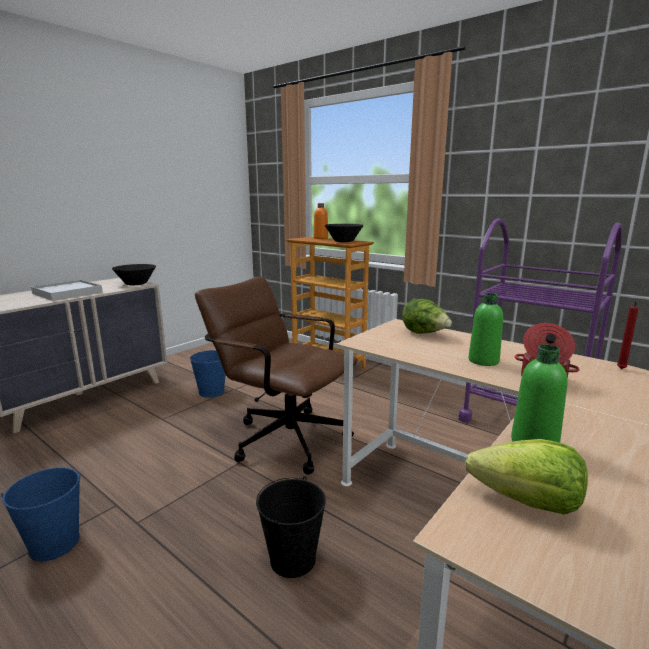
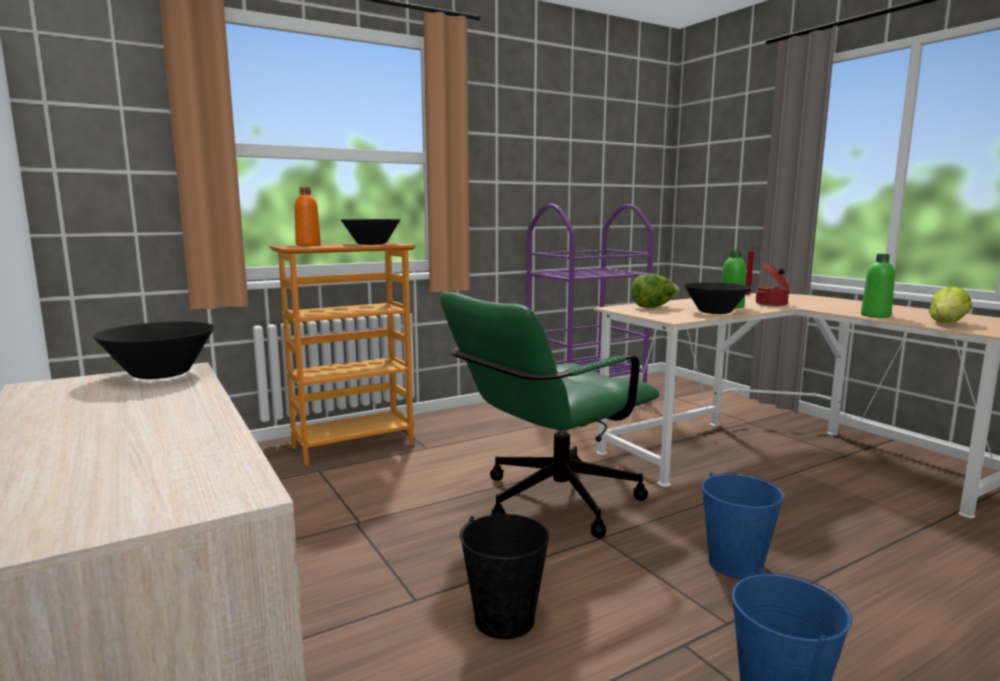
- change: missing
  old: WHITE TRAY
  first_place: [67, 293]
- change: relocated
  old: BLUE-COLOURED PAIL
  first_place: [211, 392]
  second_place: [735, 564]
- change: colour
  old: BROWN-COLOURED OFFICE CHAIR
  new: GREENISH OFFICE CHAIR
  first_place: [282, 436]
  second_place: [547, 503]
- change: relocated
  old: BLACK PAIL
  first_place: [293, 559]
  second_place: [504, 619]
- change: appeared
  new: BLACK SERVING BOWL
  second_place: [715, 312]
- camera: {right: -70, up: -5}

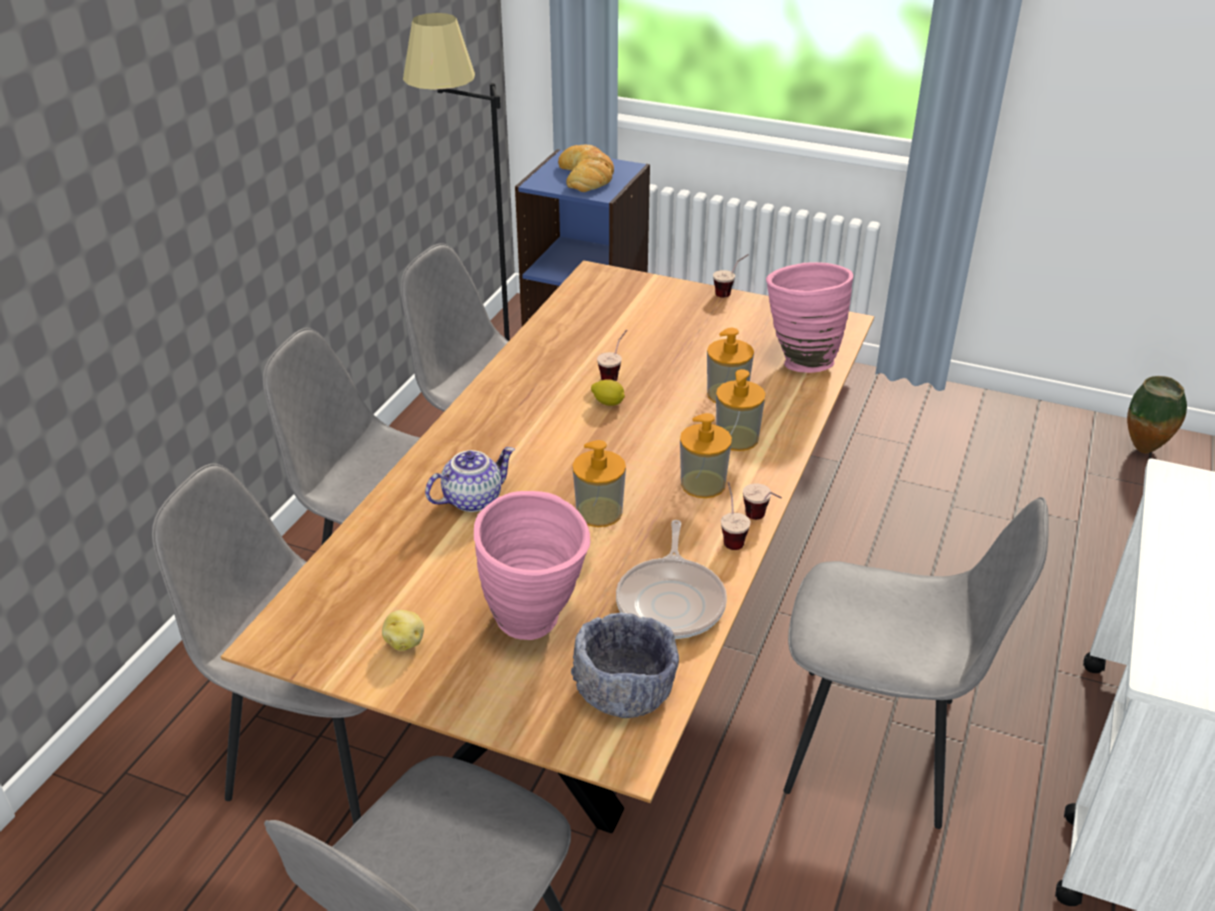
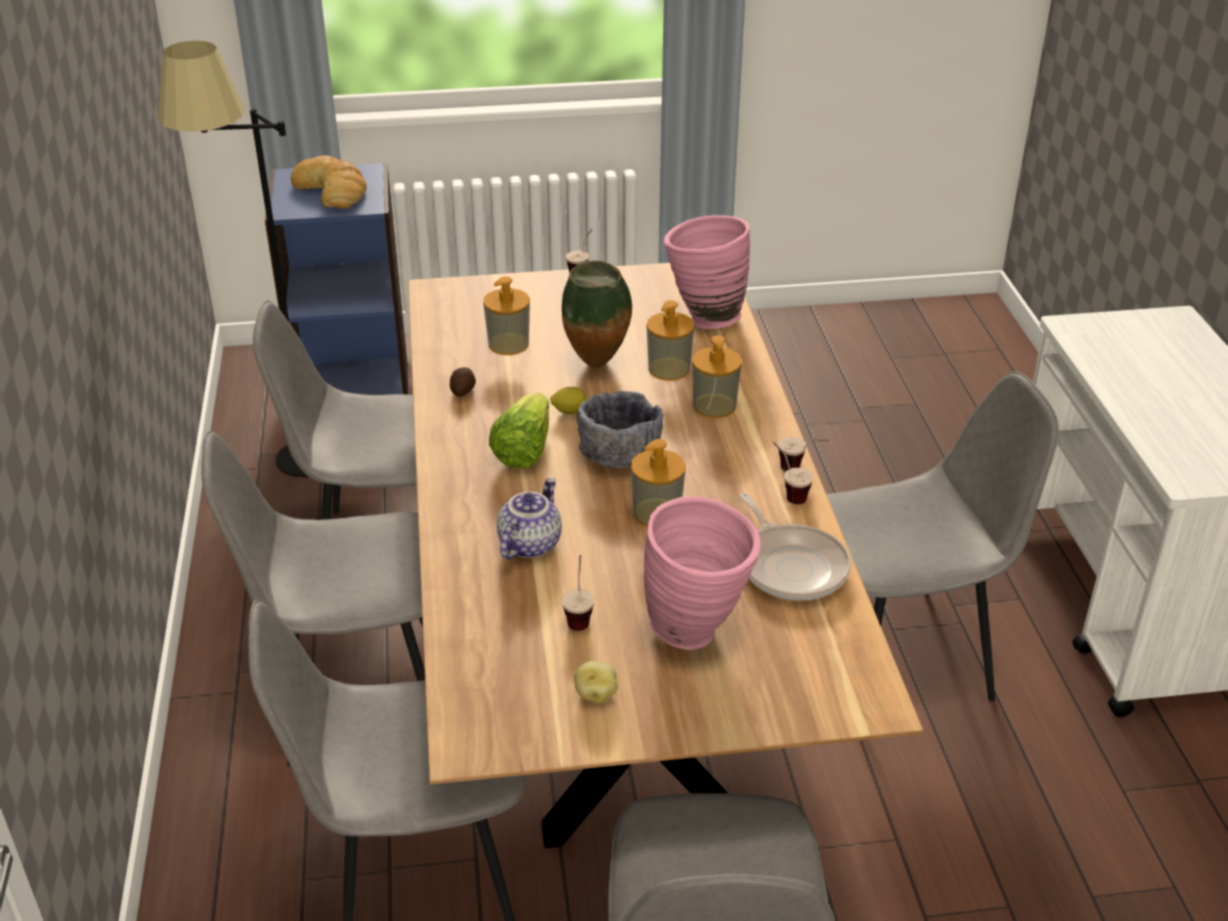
- change: relocated
  old: GREYISH SERVING BOWL
  first_place: [624, 689]
  second_place: [619, 453]
- change: relocated
  old: DRINKING CUP
  first_place: [614, 374]
  second_place: [579, 614]
- change: relocated
  old: LIQUID SOAP BOTTLE
  first_place: [703, 484]
  second_place: [508, 344]
- change: relocated
  old: VASE
  first_place: [1144, 451]
  second_place: [598, 365]
- change: appeared
  new: WHOLE POTATO
  second_place: [463, 390]
- change: appeared
  new: LETTUCE
  second_place: [524, 450]
- camera: {right: -30, up: 0}

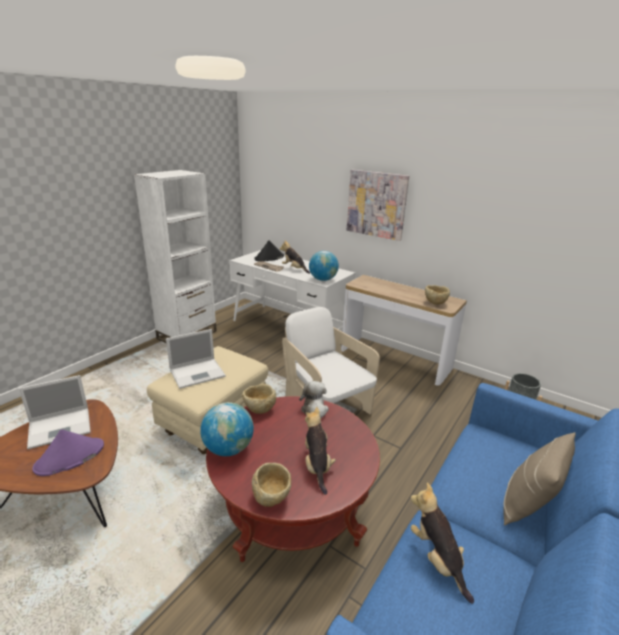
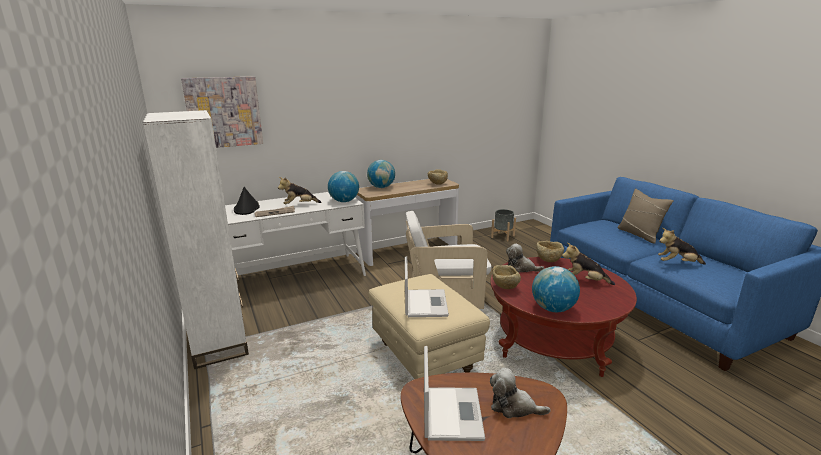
- change: exchanged
  old: PURPLE-COLOURED HAT
  new: PLUSH TOY
  first_place: [69, 457]
  second_place: [514, 407]
- change: relocated
  old: SAND-COLOURED SERVING BOWL
  first_place: [272, 498]
  second_place: [548, 260]
- change: relocated
  old: WALL PICTURE
  first_place: [376, 204]
  second_place: [224, 112]
- change: appeared
  new: WORLD GLOBE
  second_place: [381, 187]
- camera: {right: -60, up: -5}

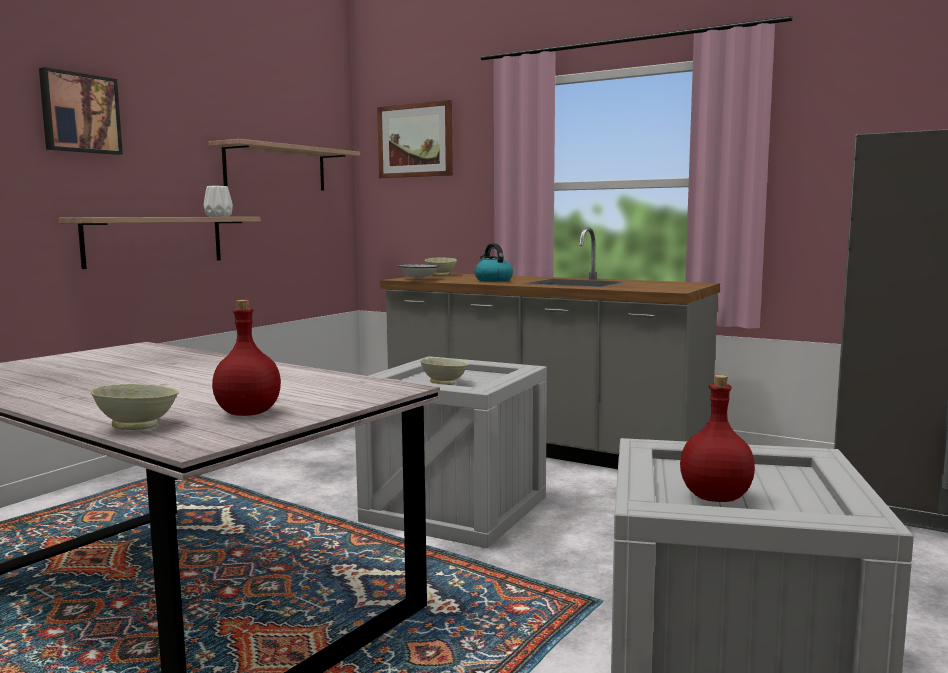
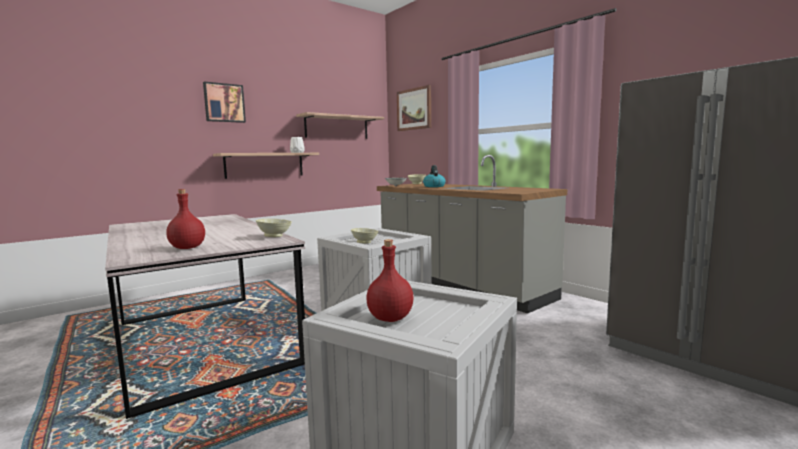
- change: relocated
  old: SAND-COLOURED SERVING BOWL
  first_place: [139, 426]
  second_place: [275, 236]
- camera: {right: 20, up: 0}

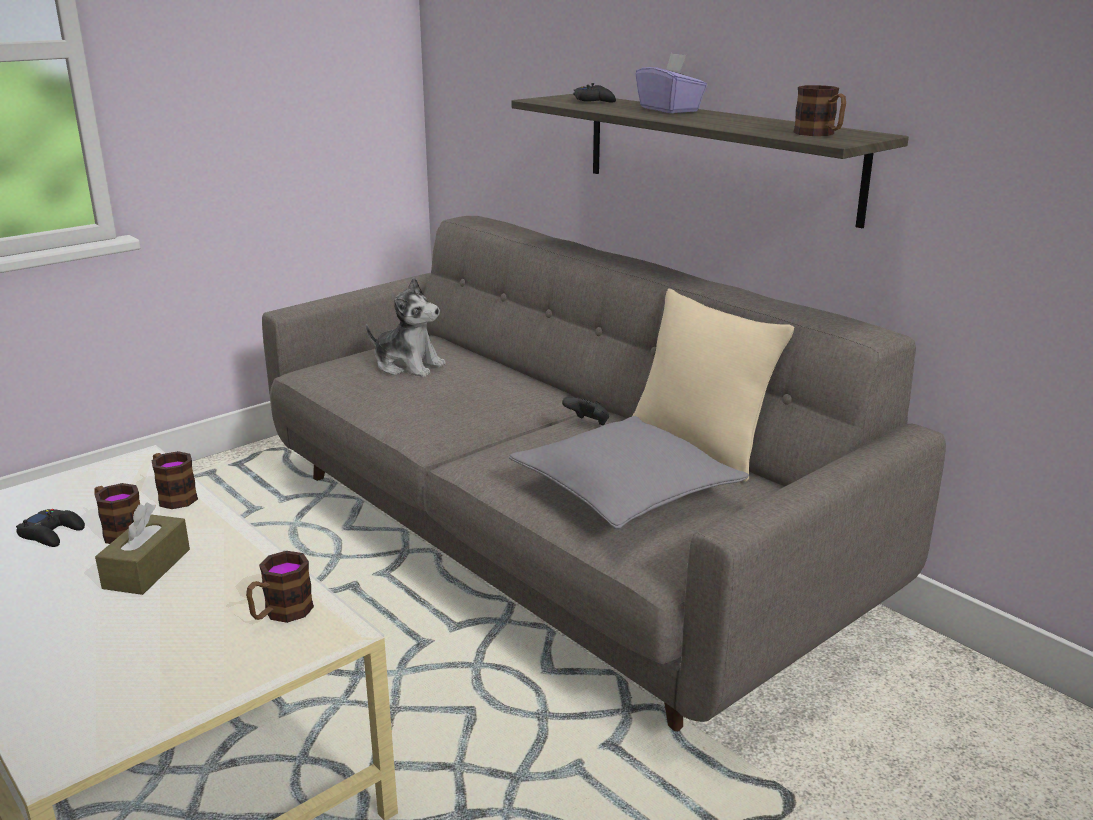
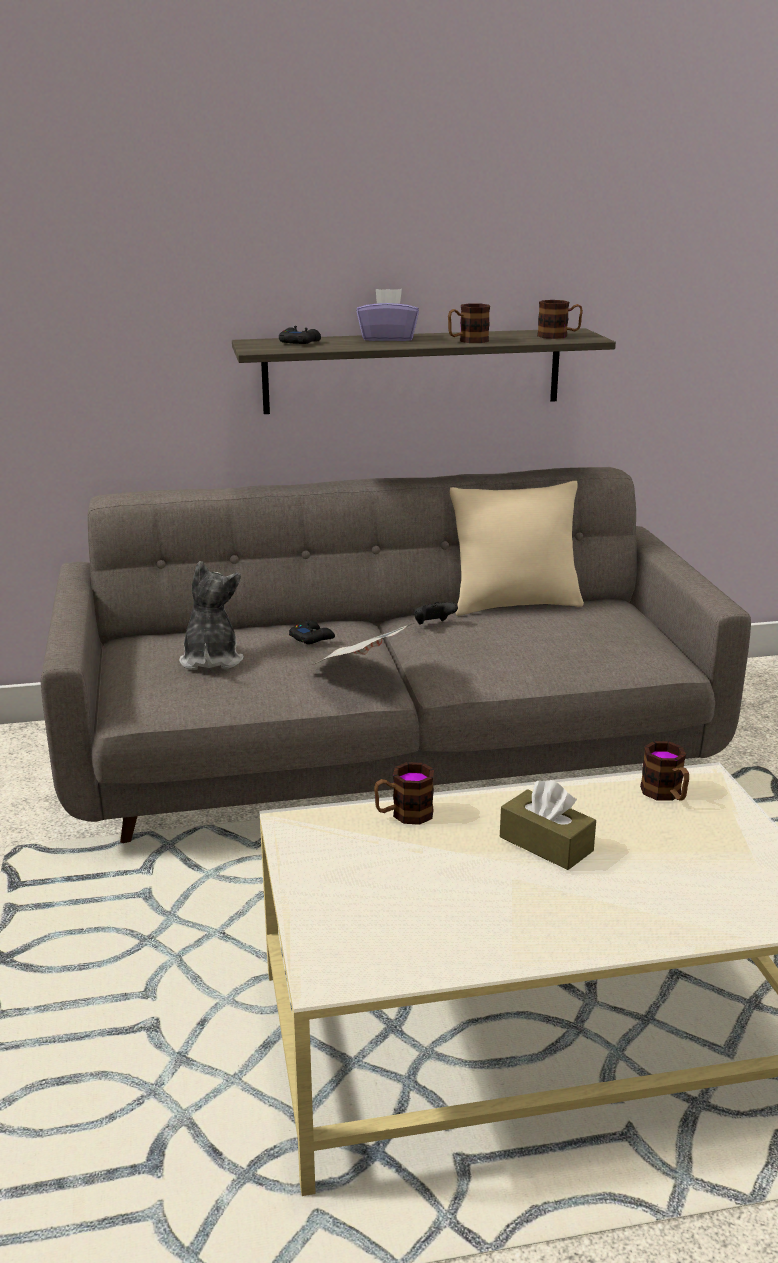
- change: relocated
  old: BLACK GAMEPAD
  first_place: [52, 534]
  second_place: [312, 638]
- change: relocated
  old: TEA MUG
  first_place: [119, 531]
  second_place: [468, 341]
- change: spun
  old: PLUSH TOY
  first_place: [408, 366]
  second_place: [211, 659]
  degrees: -60
- change: missing
  old: GREYISH PILLOW
  first_place: [625, 490]
- change: appeared
  new: NEWSPAPER
  second_place: [359, 672]
- camera: {right: -60, up: 0}

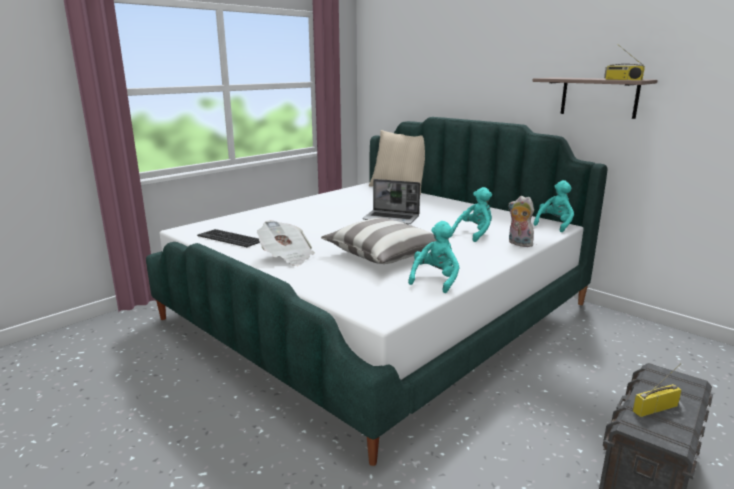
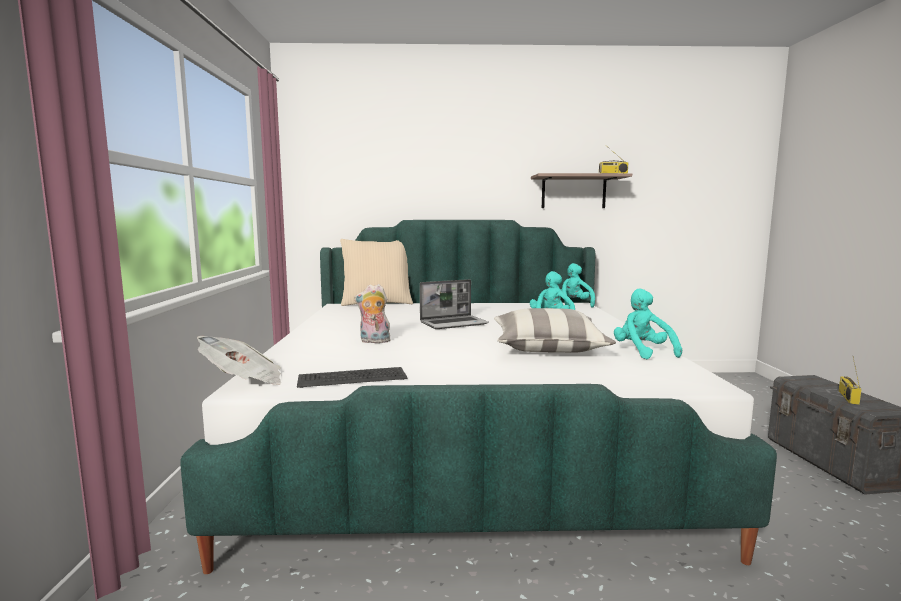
- change: relocated
  old: NEWSPAPER
  first_place: [286, 257]
  second_place: [244, 381]
- change: relocated
  old: PLUSH TOY
  first_place: [518, 244]
  second_place: [374, 341]
- camera: {right: -45, up: -10}

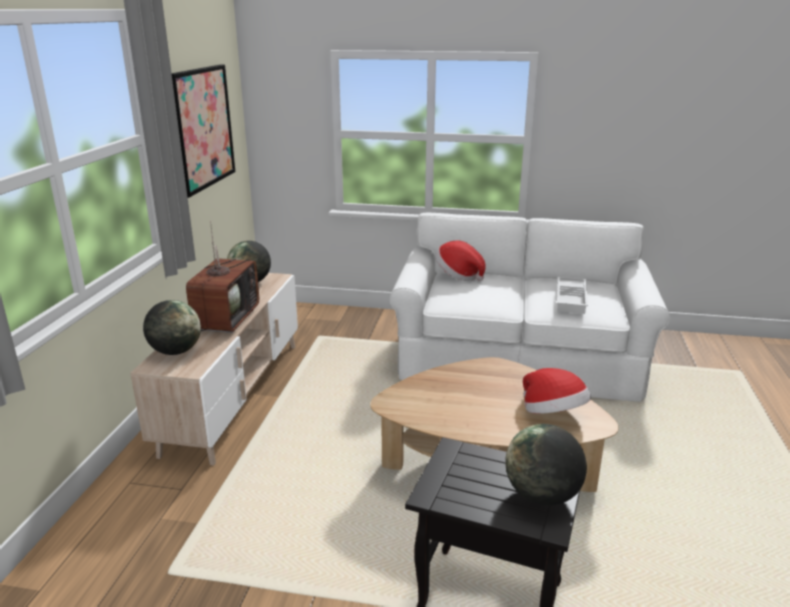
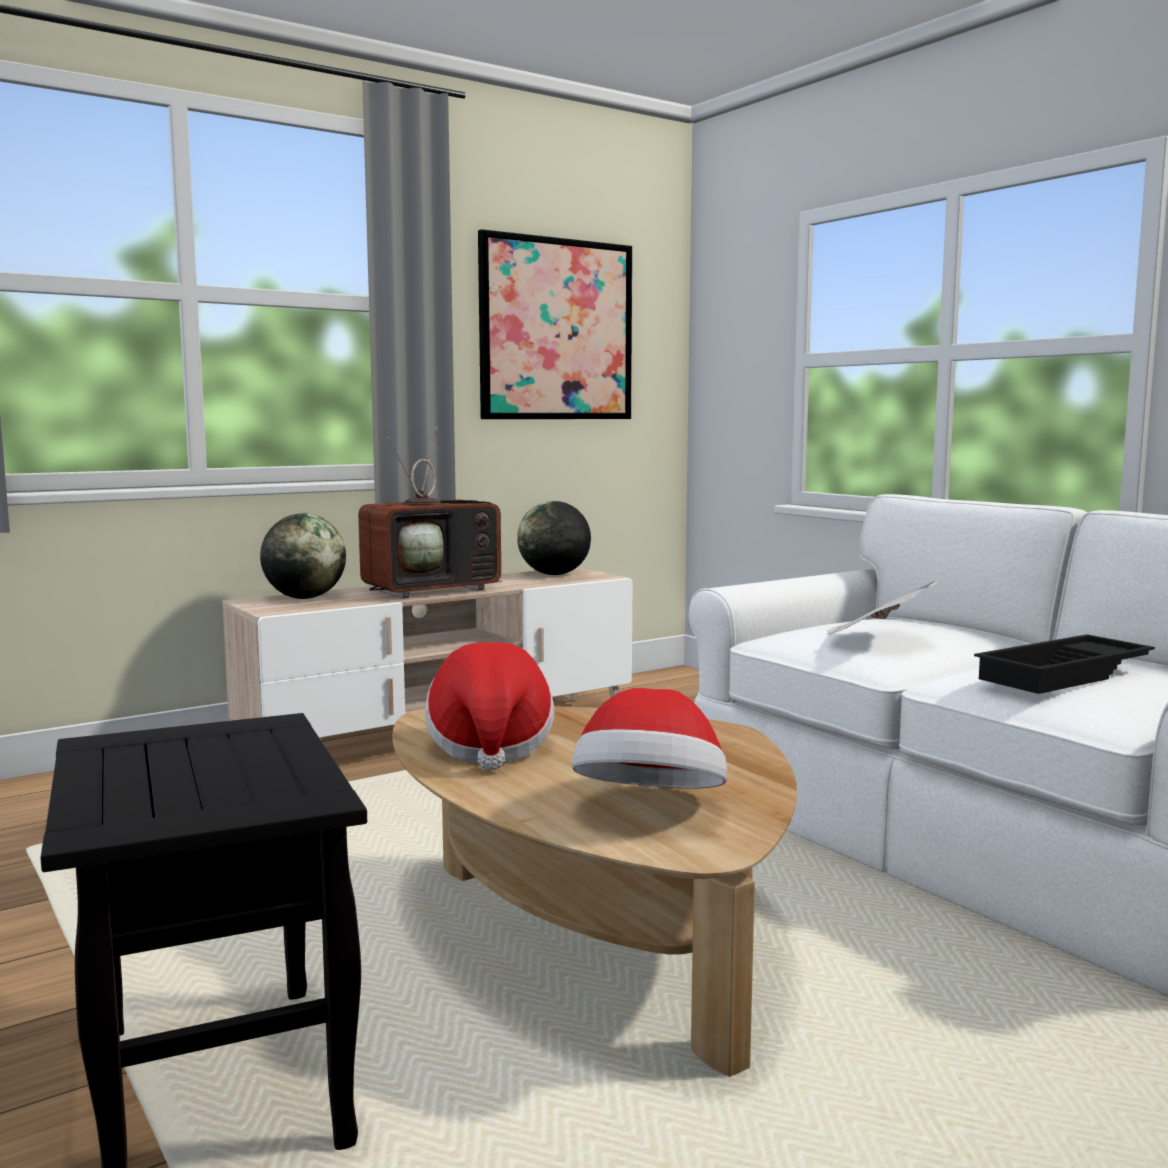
- change: relocated
  old: HAT
  first_place: [458, 275]
  second_place: [489, 747]
- change: missing
  old: WORLD GLOBE
  first_place: [542, 496]
- change: colour
  old: WHITE TRAY
  new: BLACK TRAY
  first_place: [572, 299]
  second_place: [1065, 675]
- change: appeared
  new: NEWSPAPER
  second_place: [875, 639]
- camera: {right: 45, up: -15}

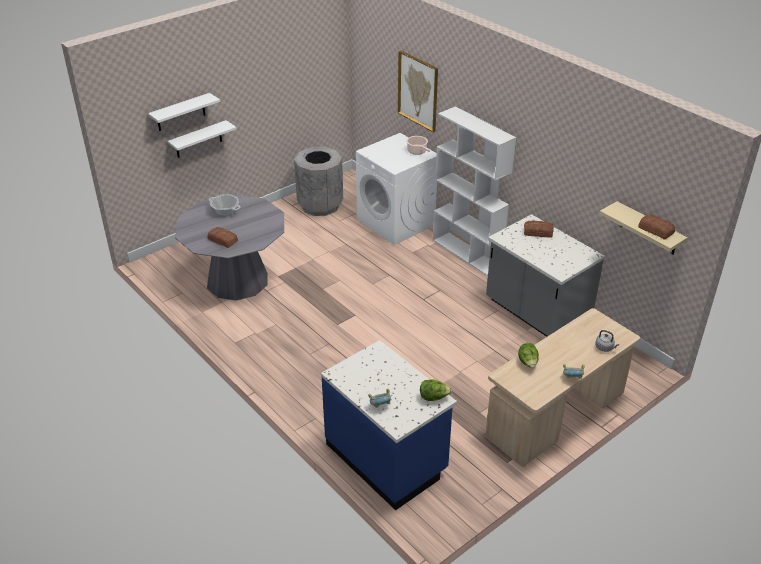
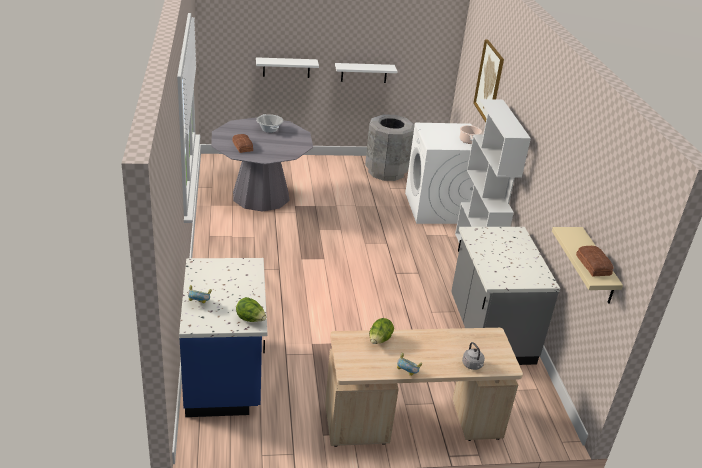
- change: relocated
  old: WHITE SHELF
  first_place: [180, 112]
  second_place: [364, 73]
- change: missing
  old: BREAD
  first_place: [538, 232]
- camera: {right: 30, up: -5}

